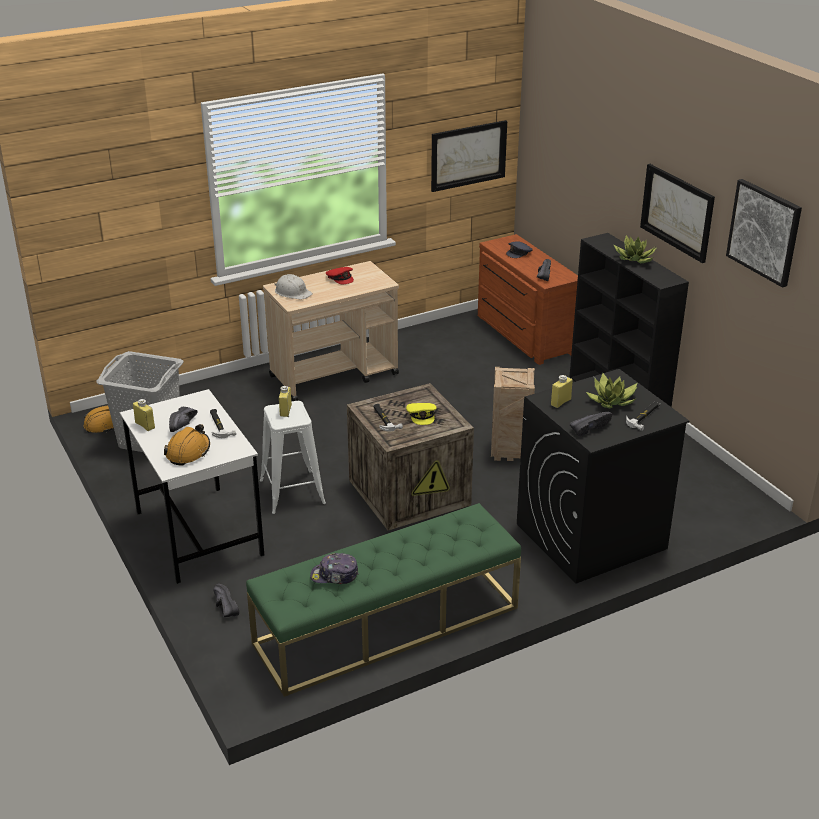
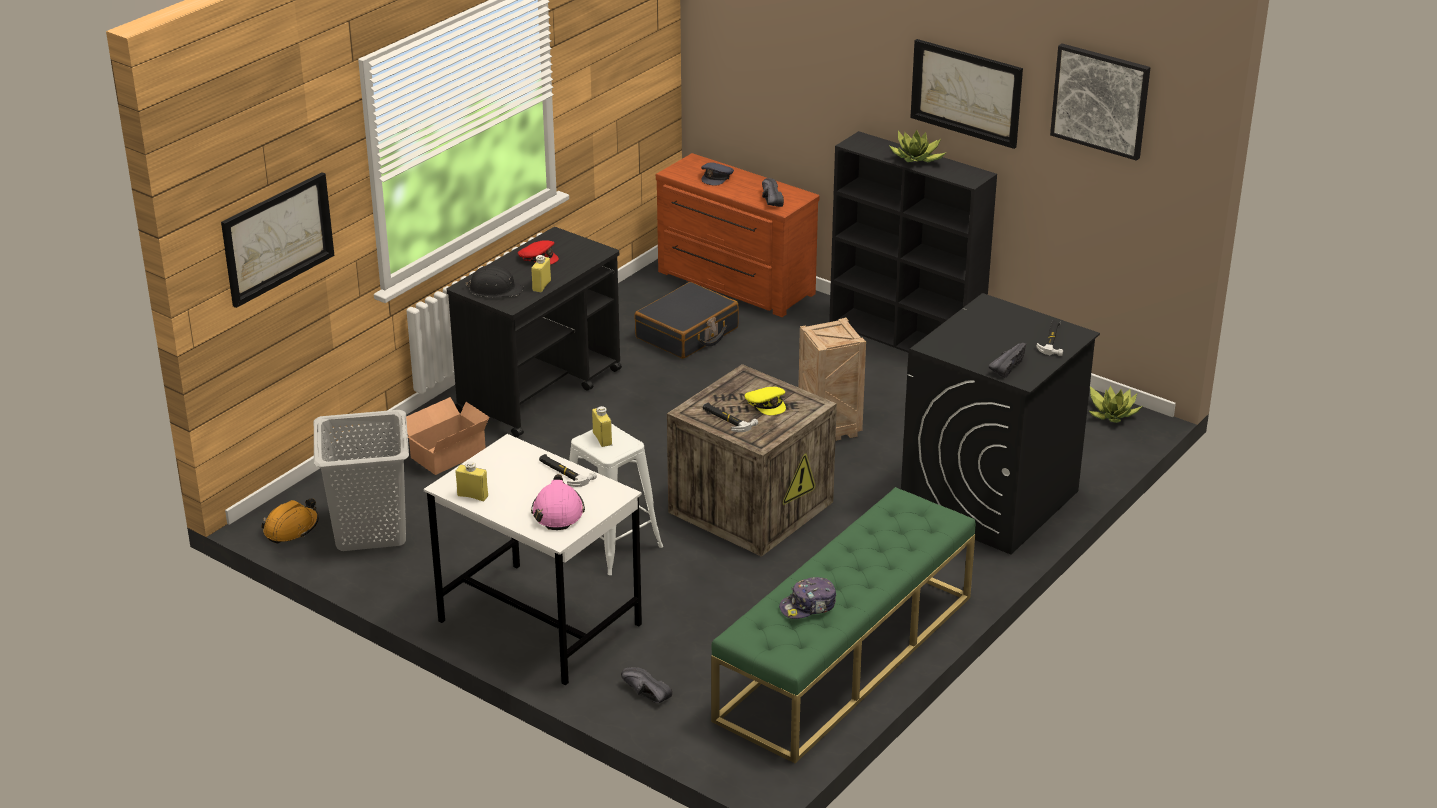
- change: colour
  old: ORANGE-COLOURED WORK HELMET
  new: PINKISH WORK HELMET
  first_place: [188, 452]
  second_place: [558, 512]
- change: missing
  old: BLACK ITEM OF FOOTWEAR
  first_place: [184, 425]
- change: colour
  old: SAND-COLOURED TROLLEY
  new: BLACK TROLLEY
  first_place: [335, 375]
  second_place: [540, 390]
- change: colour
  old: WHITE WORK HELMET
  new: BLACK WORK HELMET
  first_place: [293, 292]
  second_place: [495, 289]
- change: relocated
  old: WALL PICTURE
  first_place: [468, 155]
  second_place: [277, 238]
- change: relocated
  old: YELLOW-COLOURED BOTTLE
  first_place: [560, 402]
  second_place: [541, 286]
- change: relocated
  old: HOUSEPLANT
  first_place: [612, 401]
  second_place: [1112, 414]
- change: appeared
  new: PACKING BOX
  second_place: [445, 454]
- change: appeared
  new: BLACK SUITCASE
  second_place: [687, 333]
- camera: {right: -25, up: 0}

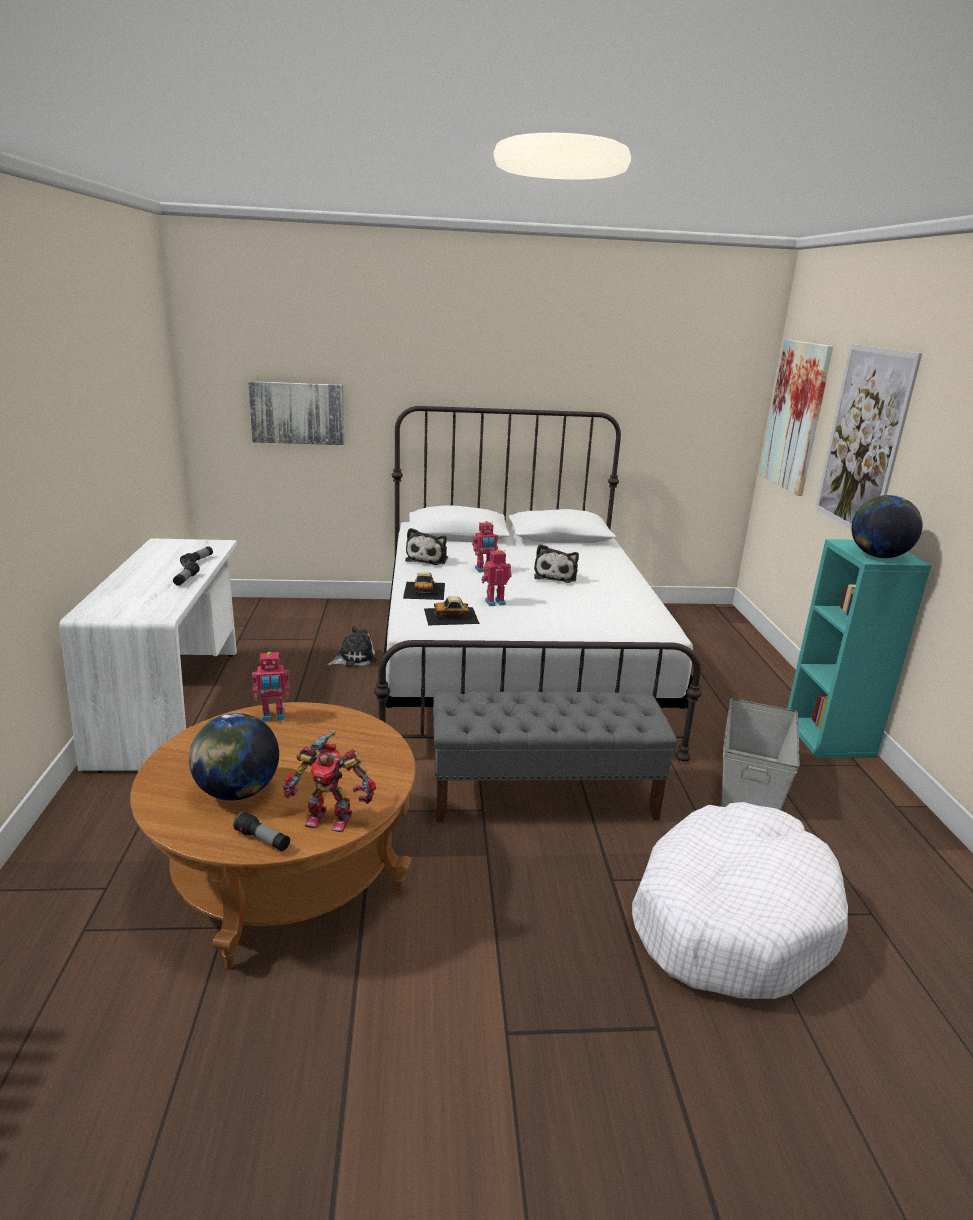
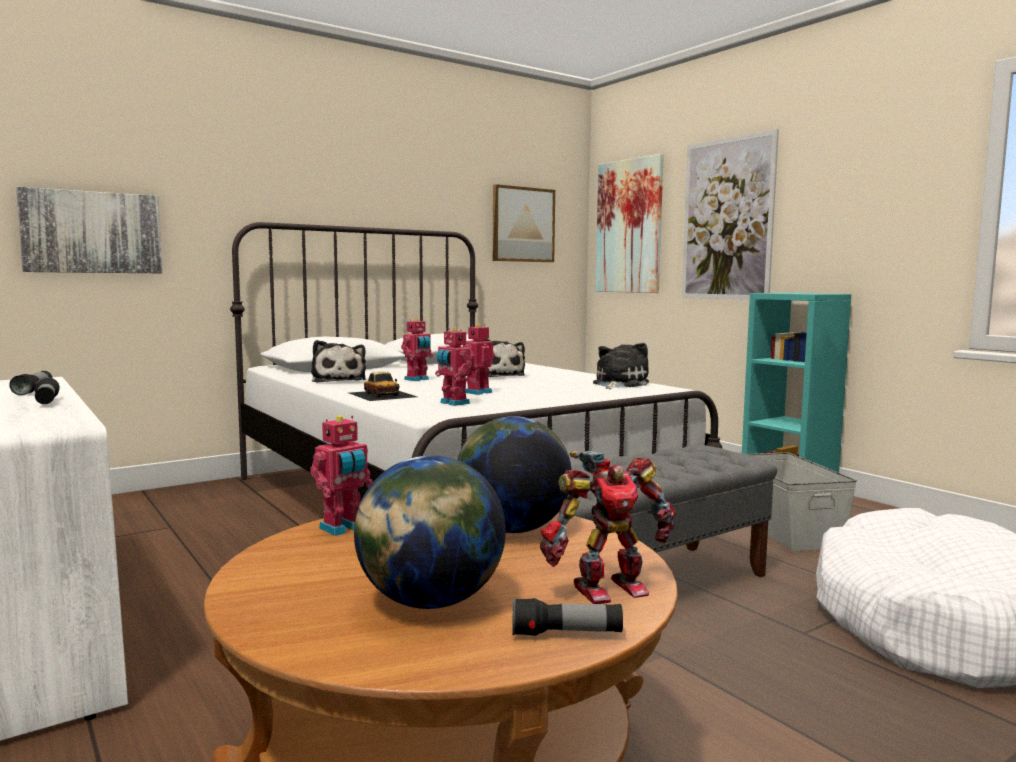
- change: relocated
  old: PLUSH TOY
  first_place: [353, 658]
  second_place: [618, 384]
- change: exchanged
  old: TOY CAR
  new: ROBOT FIGURE
  first_place: [451, 616]
  second_place: [453, 403]
- change: relocated
  old: WORLD GLOBE
  first_place: [878, 556]
  second_place: [512, 529]
- change: appeared
  new: WALL PICTURE
  second_place: [522, 224]
- camera: {right: -30, up: -15}

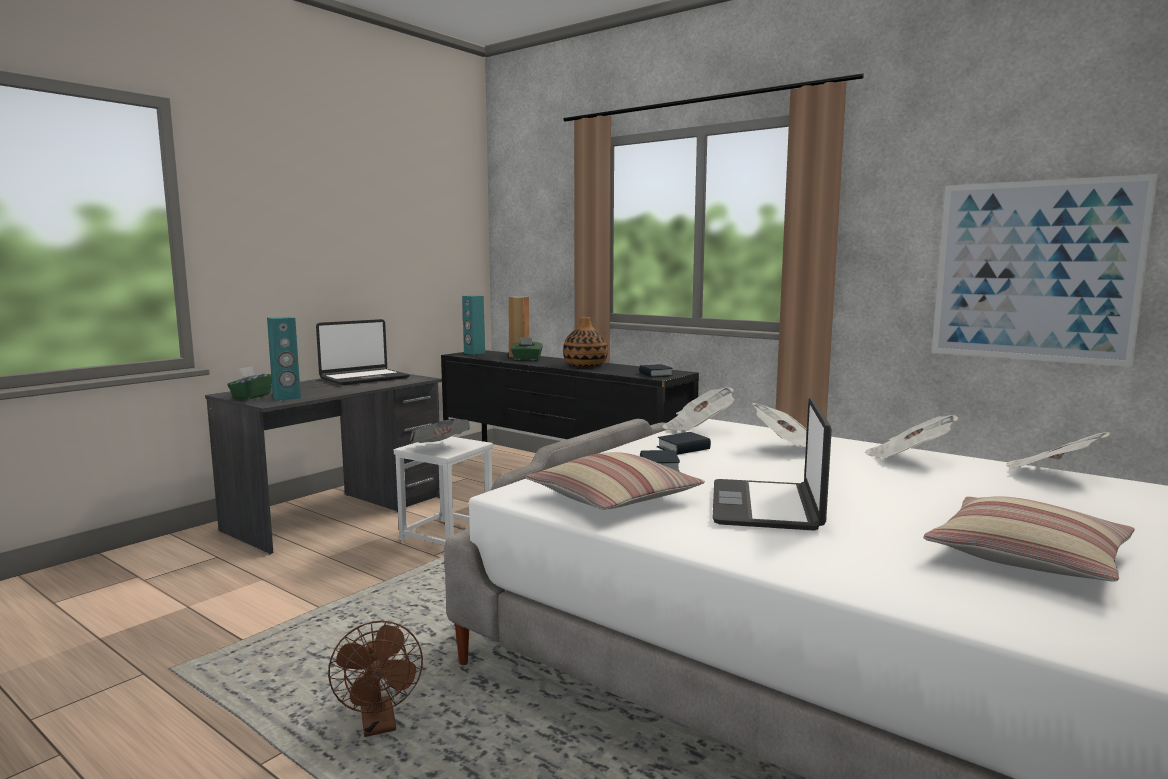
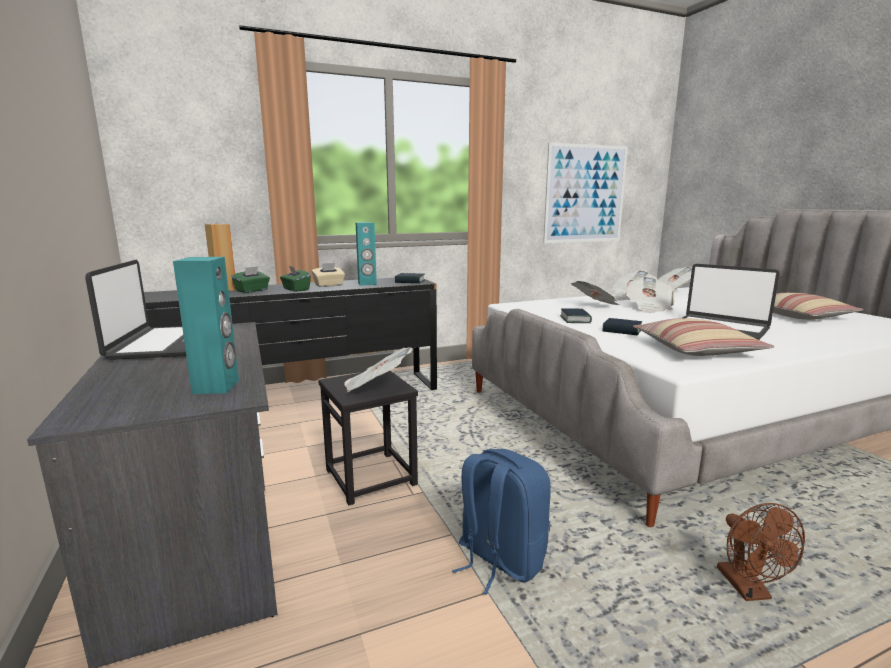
- change: relocated
  old: GREENISH BOX OF TISSUES
  first_place: [251, 396]
  second_place: [296, 289]
- change: spun
  old: BROWN-COLOURED FAN
  first_place: [380, 725]
  second_place: [749, 590]
  degrees: 75
- change: colour
  old: WHITE STOOL
  new: BLACK STOOL
  first_place: [447, 535]
  second_place: [371, 477]
- change: relocated
  old: TURQUOISE-COLOURED SPEAKER
  first_place: [474, 353]
  second_place: [367, 284]
- change: exchanged
  old: VASE
  new: SAND-COLOURED BOX OF TISSUES
  first_place: [585, 365]
  second_place: [329, 285]
- change: relocated
  old: NEWSPAPER
  first_place: [698, 428]
  second_place: [648, 308]
- change: appeared
  new: BLUE-COLOURED KNAPSACK
  second_place: [499, 560]
- camera: {right: -60, up: 5}

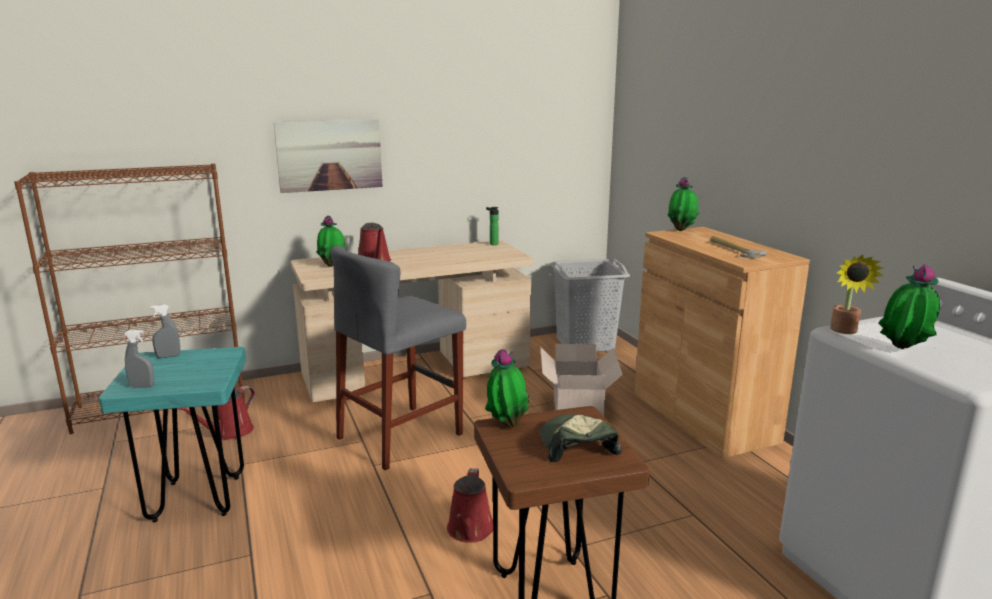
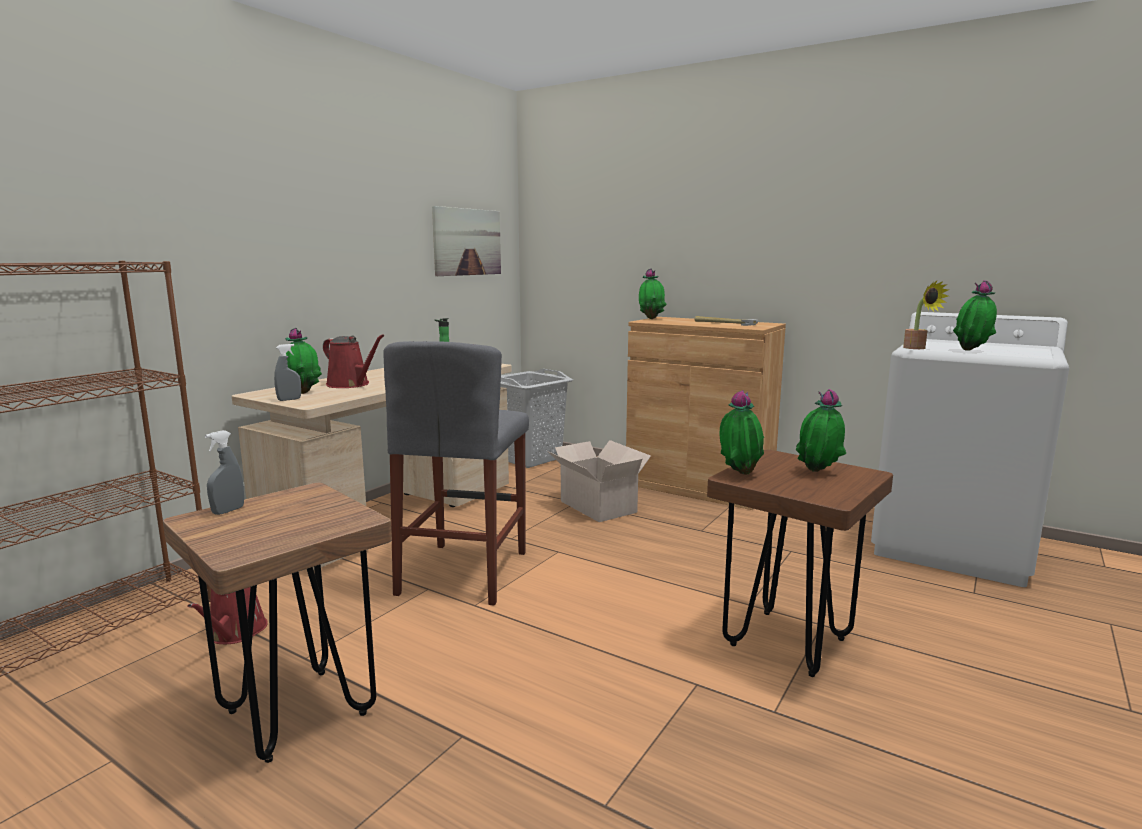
- change: colour
  old: TURQUOISE-COLOURED STOOL
  new: BROWN-COLOURED STOOL
  first_place: [197, 498]
  second_place: [297, 713]
- change: relocated
  old: GREYISH HAND SPRAYER
  first_place: [142, 386]
  second_place: [289, 399]
- change: relocated
  old: WALL PICTURE
  first_place: [329, 155]
  second_place: [467, 242]
- change: missing
  old: RED-COLOURED SPRINKLING CAN
  first_place: [470, 531]
- change: exchanged
  old: CAP
  new: HOUSEPLANT
  first_place: [576, 446]
  second_place: [818, 473]
- camera: {right: -35, up: -5}

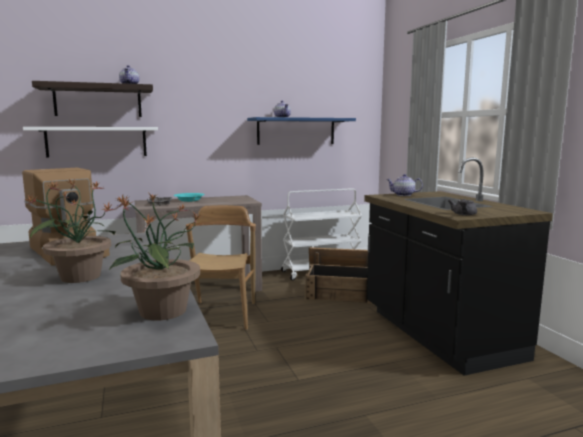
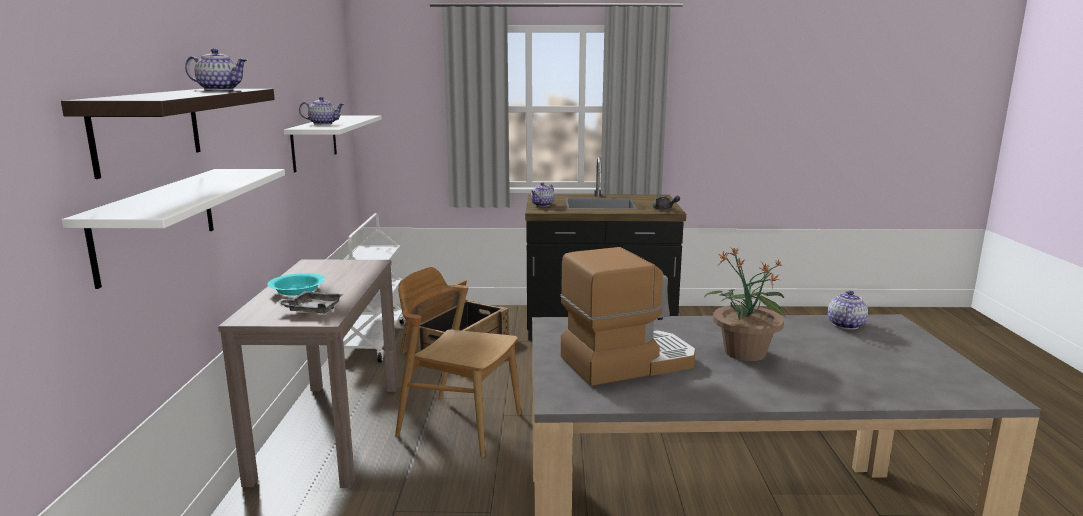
- change: exchanged
  old: HOUSEPLANT
  new: POT FOR TEA
  first_place: [161, 311]
  second_place: [845, 325]
- change: colour
  old: BLUE-COLOURED SHELF
  new: WHITE SHELF
  first_place: [296, 131]
  second_place: [314, 142]
- camera: {right: -70, up: 5}

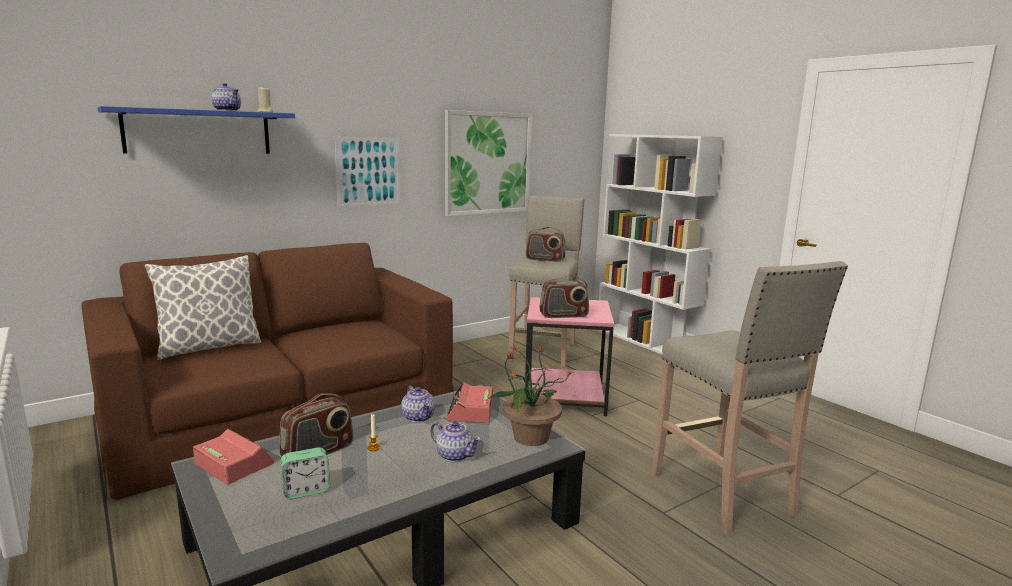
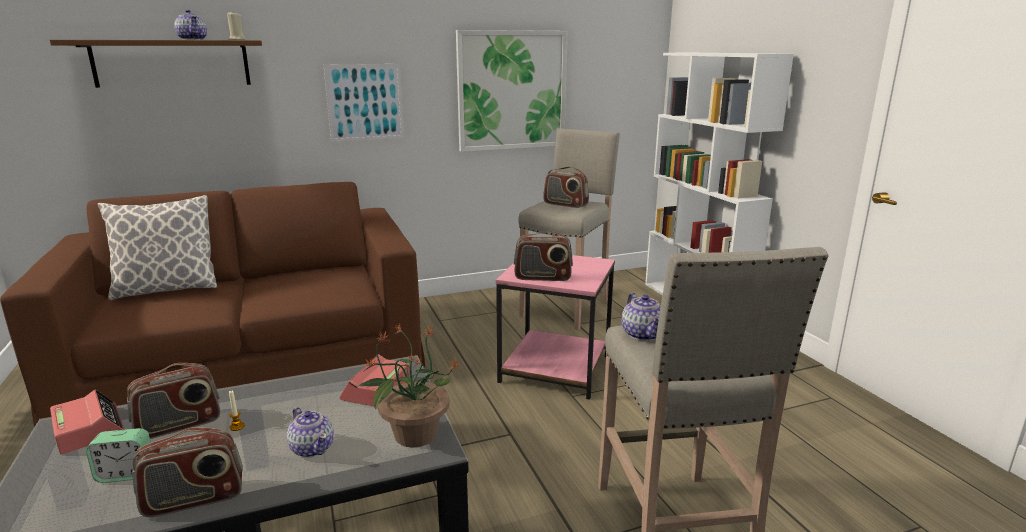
- change: colour
  old: BLUE-COLOURED SHELF
  new: BROWN-COLOURED SHELF
  first_place: [198, 132]
  second_place: [172, 63]
- change: relocated
  old: POT FOR TEA
  first_place: [418, 417]
  second_place: [643, 334]
- change: appeared
  new: RADIO RECEIVER
  second_place: [194, 499]
- camera: {right: 15, up: 5}

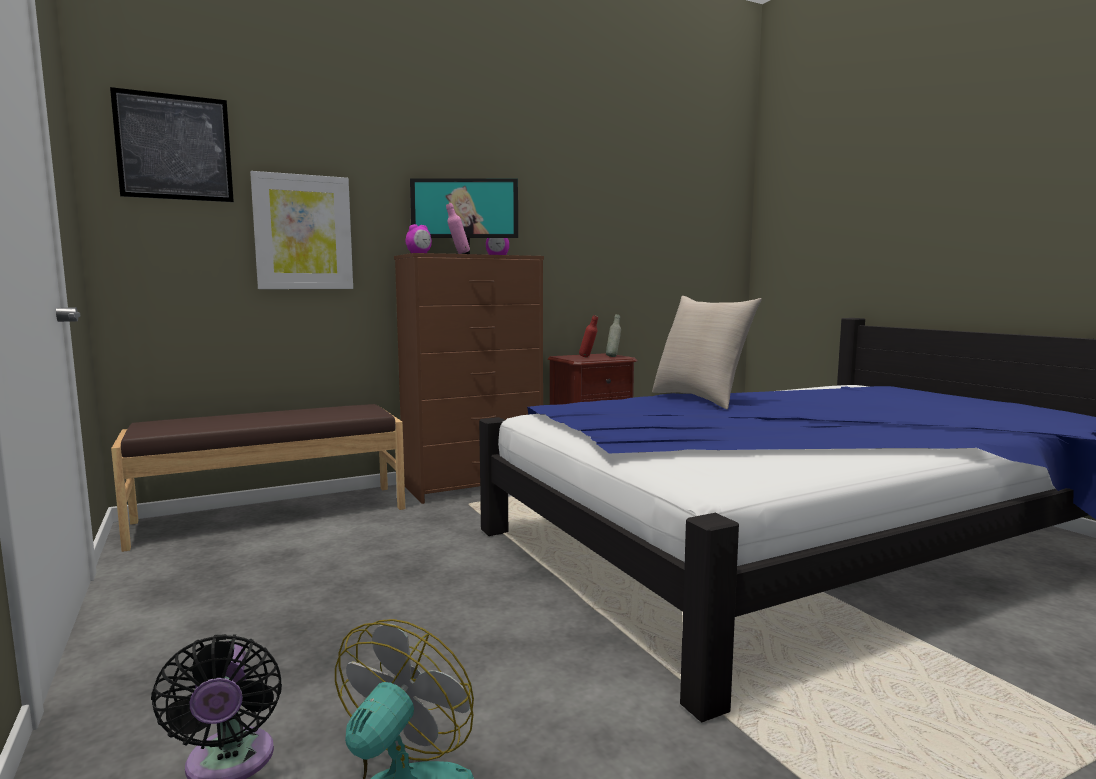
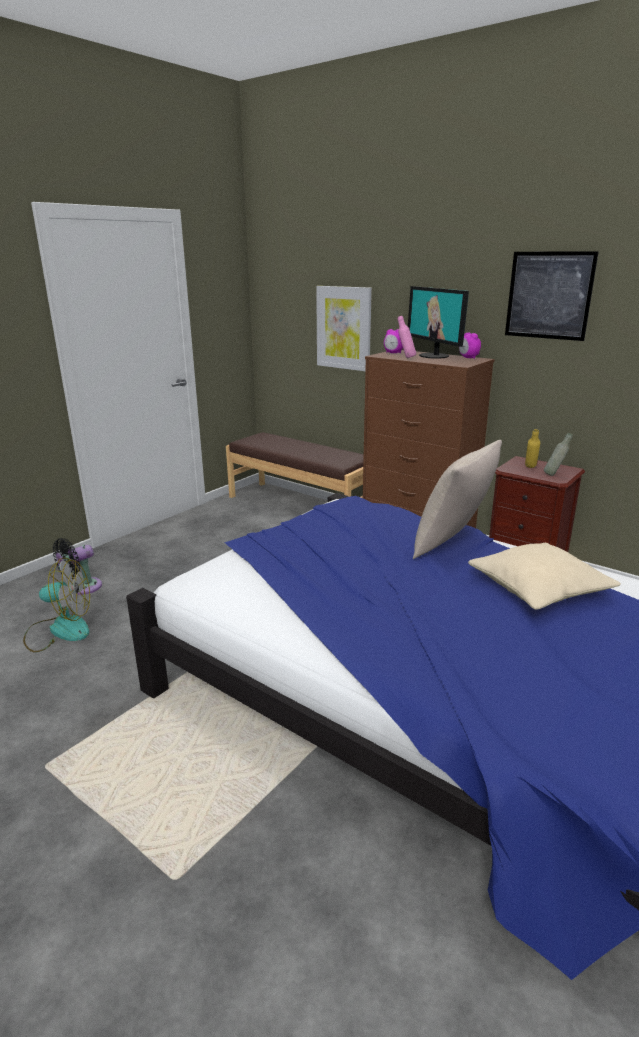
- change: relocated
  old: WALL PICTURE
  first_place: [174, 147]
  second_place: [549, 295]
- change: colour
  old: RED-COLOURED BOTTLE
  new: YELLOW-COLOURED BOTTLE
  first_place: [588, 357]
  second_place: [530, 468]
- change: appeared
  new: SAND-COLOURED PILLOW
  second_place: [538, 589]
- camera: {right: 65, up: 15}

